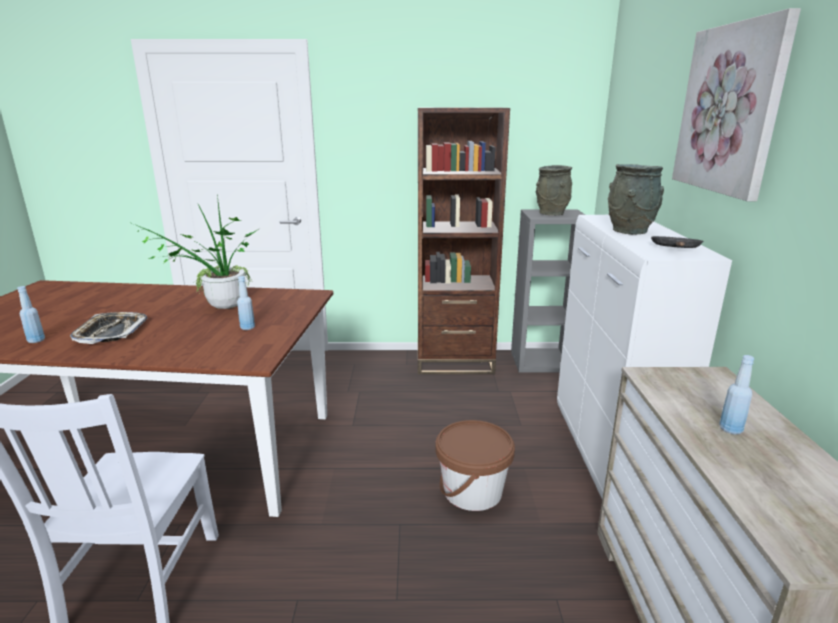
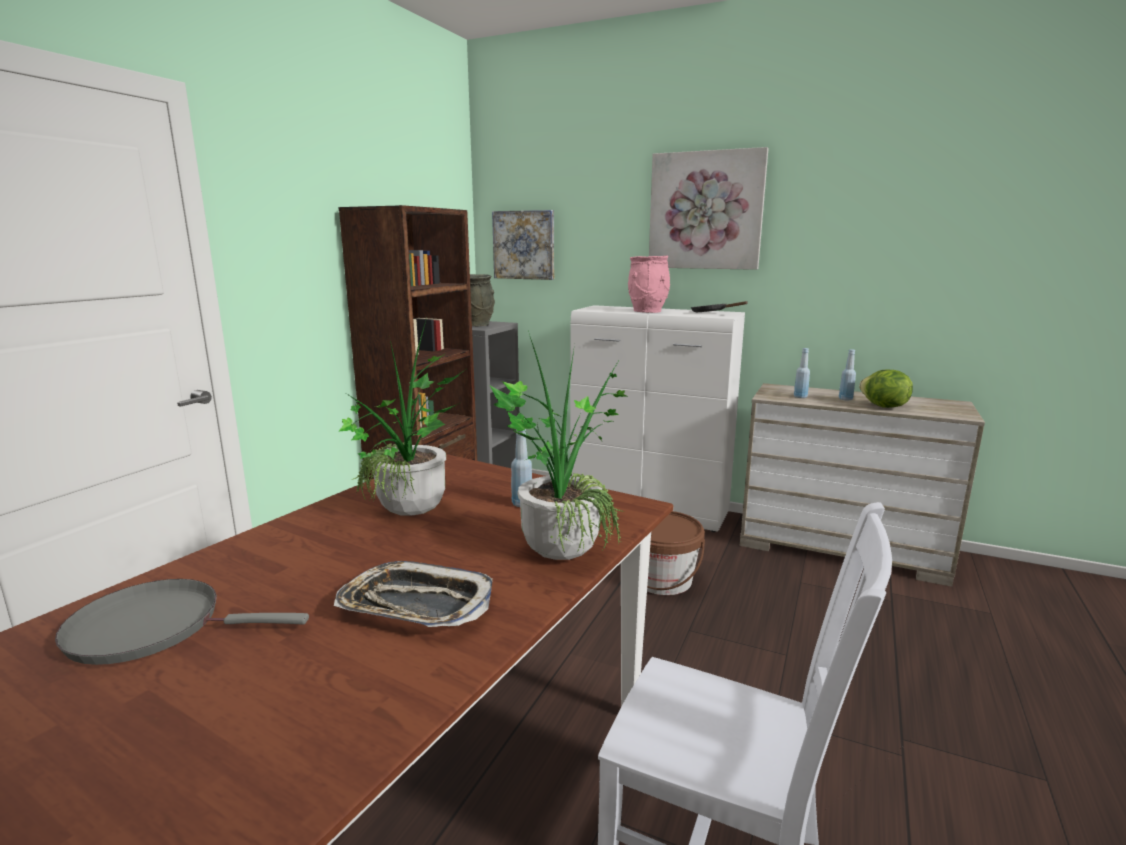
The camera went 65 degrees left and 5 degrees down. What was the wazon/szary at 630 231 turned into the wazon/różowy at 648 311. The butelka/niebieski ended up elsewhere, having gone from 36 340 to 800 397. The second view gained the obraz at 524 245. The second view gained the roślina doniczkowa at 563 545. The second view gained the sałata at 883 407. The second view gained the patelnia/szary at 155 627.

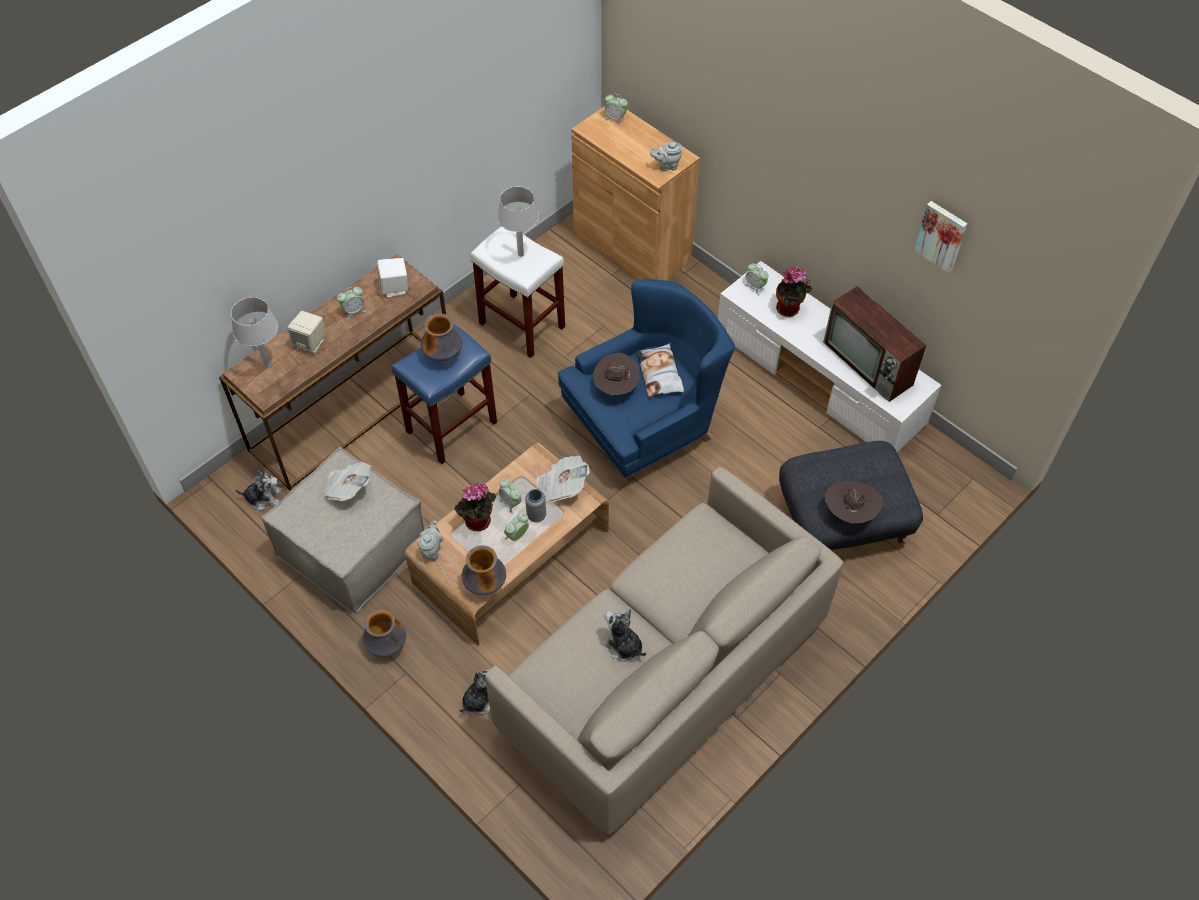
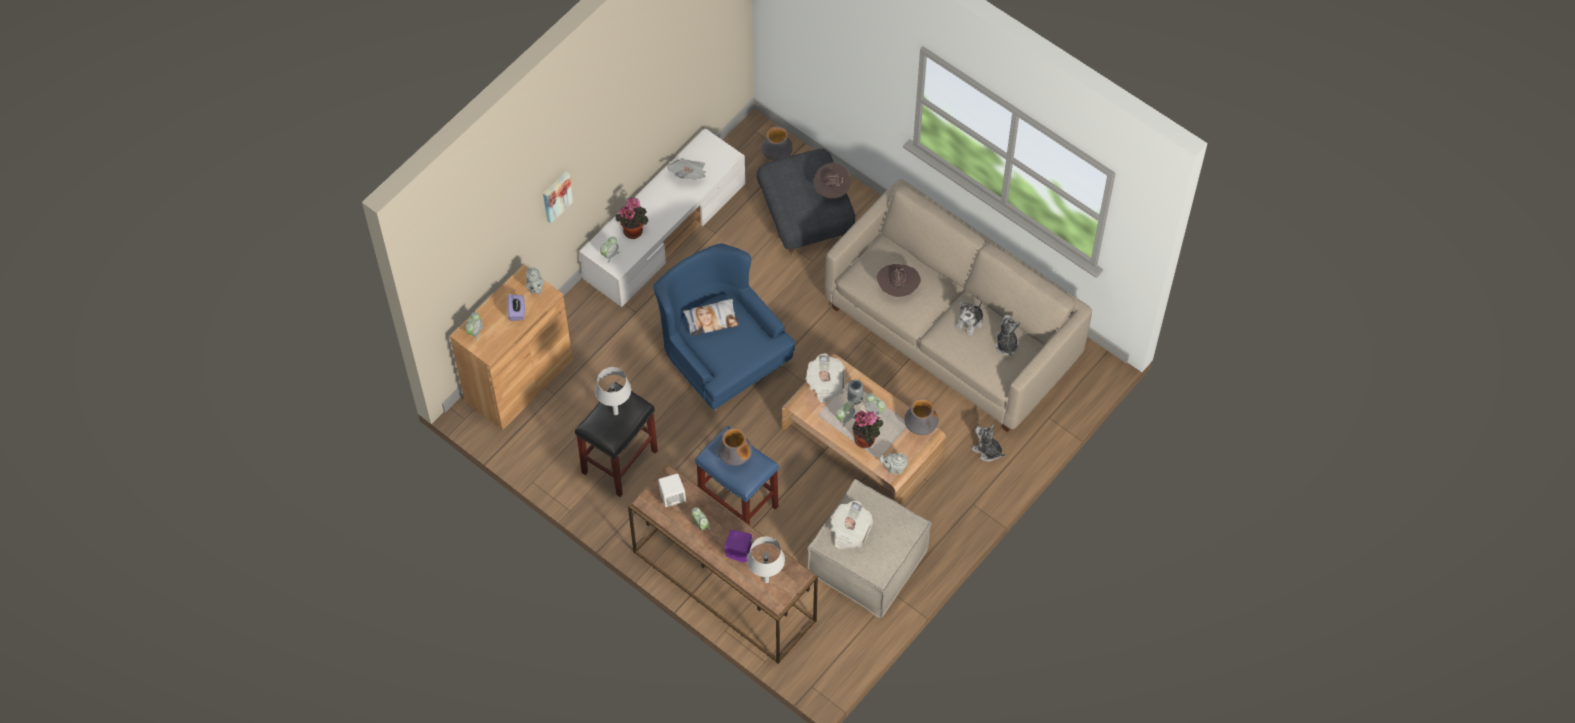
The camera went 95 degrees left and 5 degrees up. The obraz ended up elsewhere, having gone from 941 235 to 556 196. What was the stołek/biały at 523 325 turned into the stołek/czarny at 620 461. Where the telewizor stood at 869 364, the gazeta came to stand at 688 175. What was the głośnik/beżowy at 310 343 turned into the głośnik/fioletowy at 739 552. The kapelusz/brązowy ended up elsewhere, having gone from 615 387 to 897 288. The pluszak ended up elsewhere, having gone from 264 498 to 1006 344. The wazon ended up elsewhere, having gone from 387 645 to 777 155. The second view gained the pudełko chusteczek/fioletowy at 517 312.

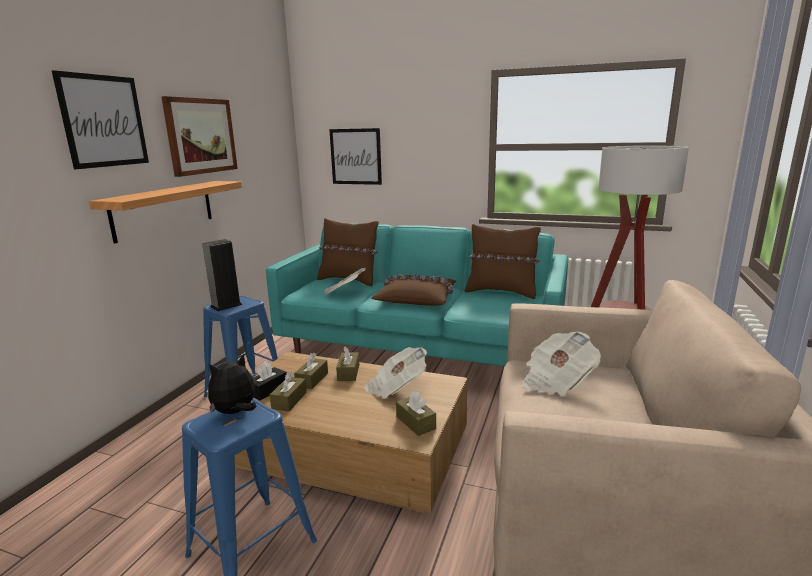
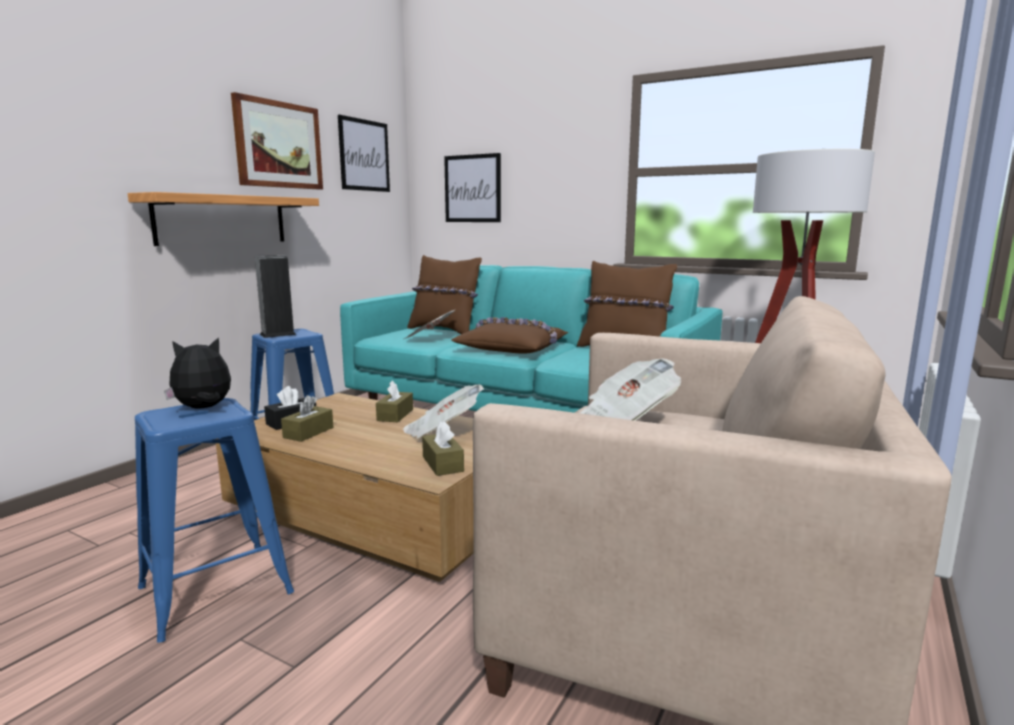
The camera went 10 degrees right and 5 degrees down. The obraz ended up elsewhere, having gone from 104 121 to 364 155. The second view lost the pudełko chusteczek/brązowy at 312 379.

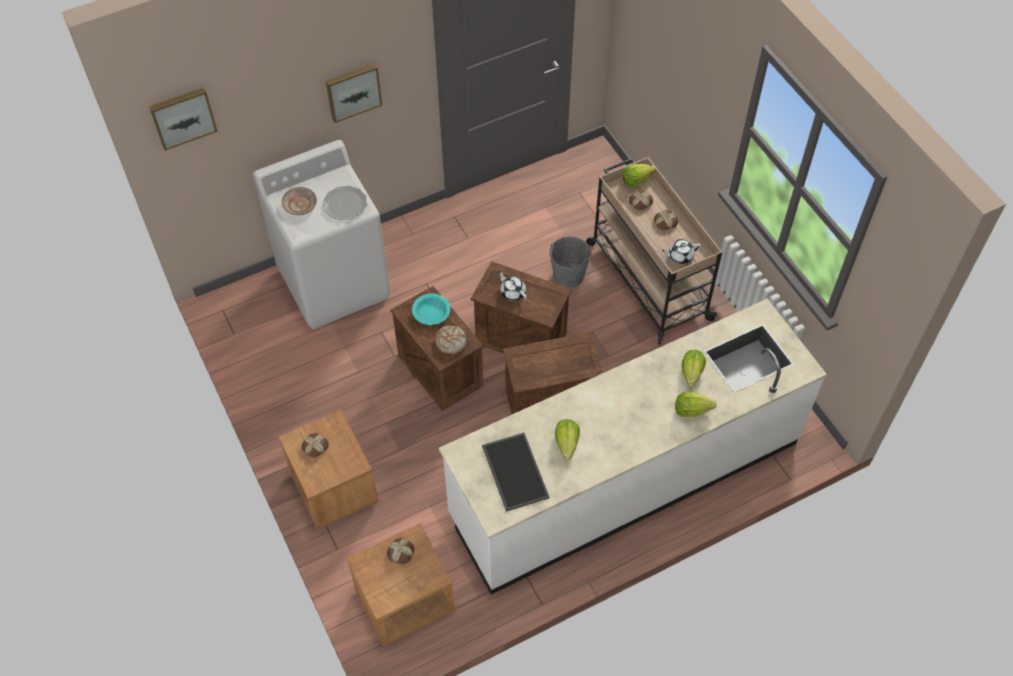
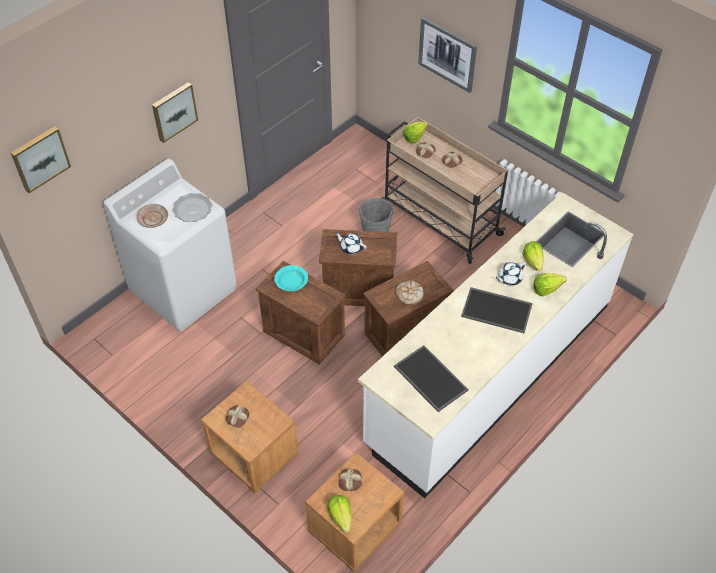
The camera went 20 degrees left and 5 degrees down. The imbryk/biały ended up elsewhere, having gone from 680 256 to 509 278. The chleb ended up elsewhere, having gone from 450 342 to 409 295. The sałata ended up elsewhere, having gone from 567 443 to 341 517. The second view gained the obraz at 447 54. The second view gained the taca at 497 310.

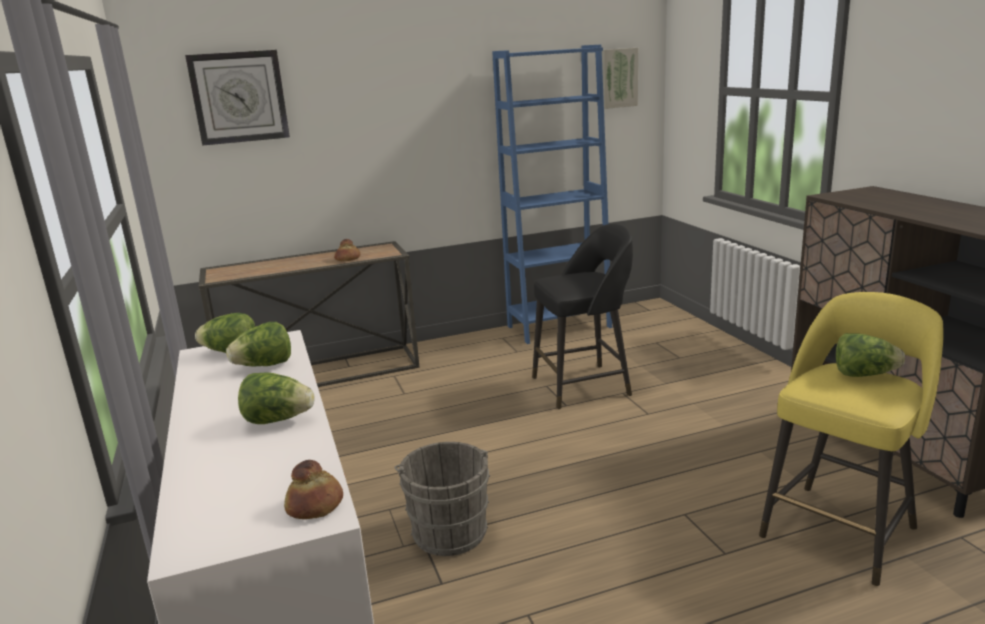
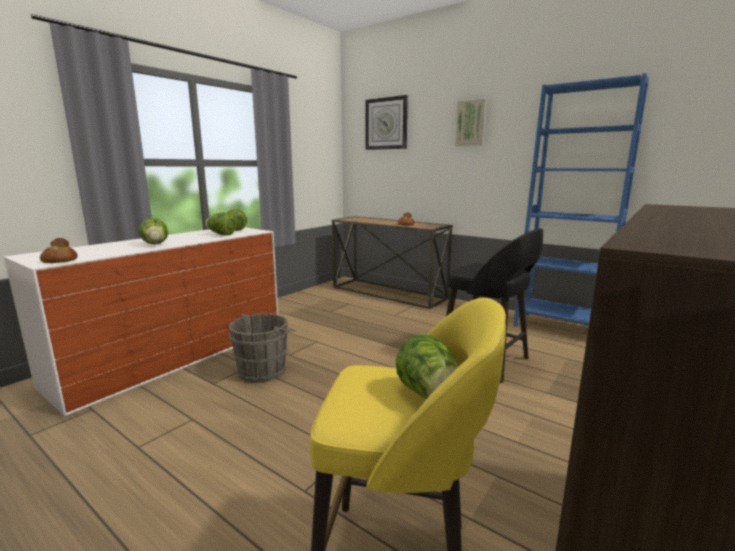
The camera went 55 degrees right and 5 degrees down. The obraz ended up elsewhere, having gone from 618 78 to 471 123.

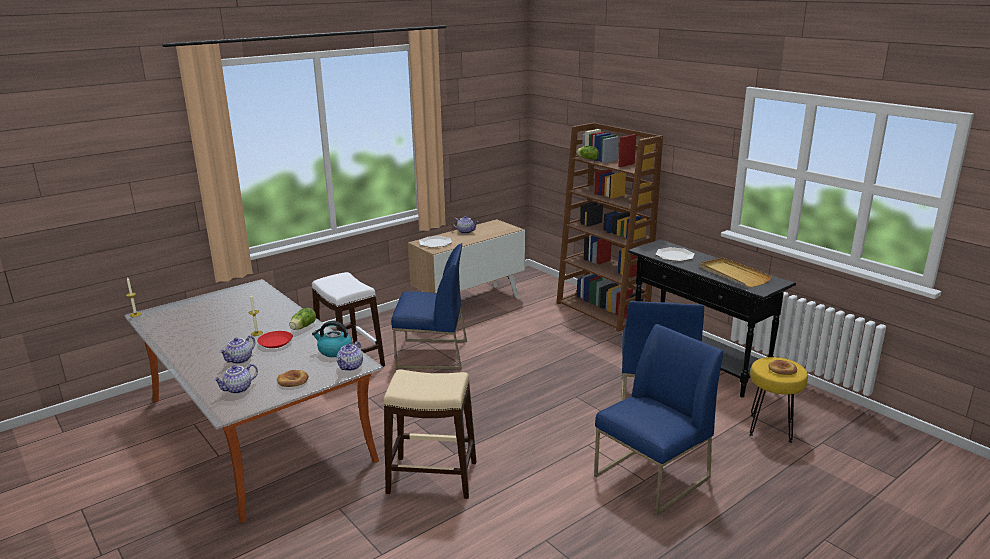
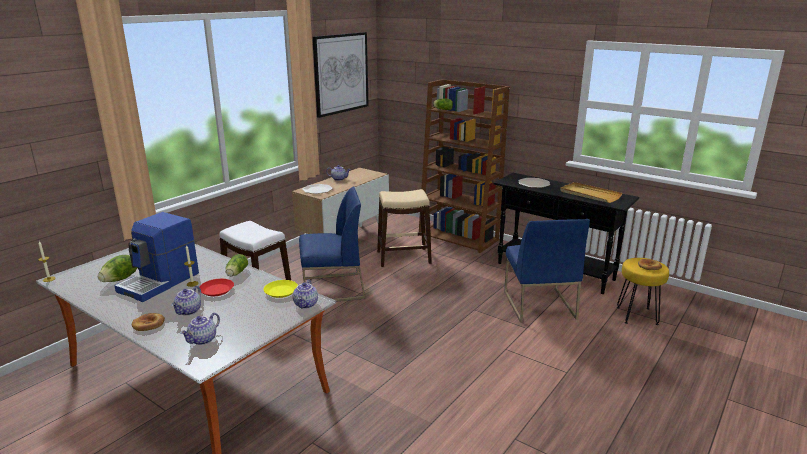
The camera went 15 degrees left and 0 degrees up. Where the czajnik stood at 334 351, the talerz/żółty came to stand at 281 292. The second view lost the krzesło/niebieski at 652 477. The stołek/beżowy ended up elsewhere, having gone from 432 477 to 403 257. The chleb ended up elsewhere, having gone from 293 381 to 149 324. The second view gained the obraz at 341 73. The second view gained the ekspres do kawy at 160 282. The second view gained the sałata at 120 279.

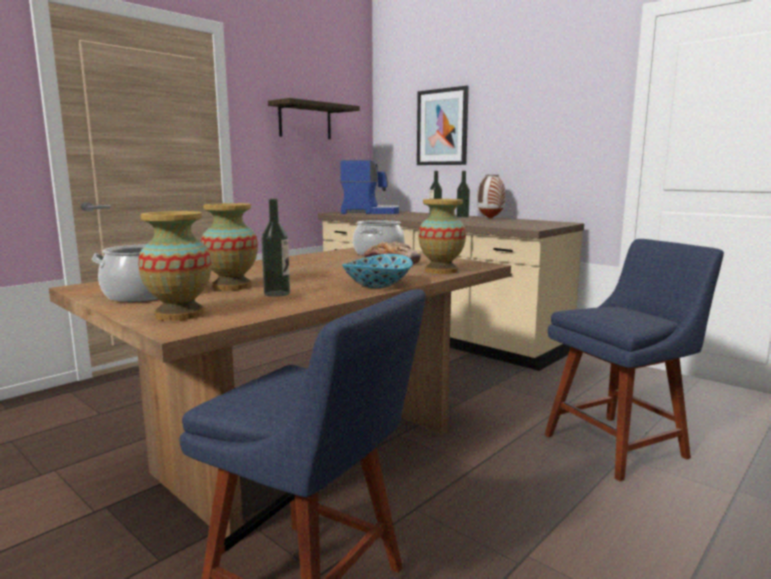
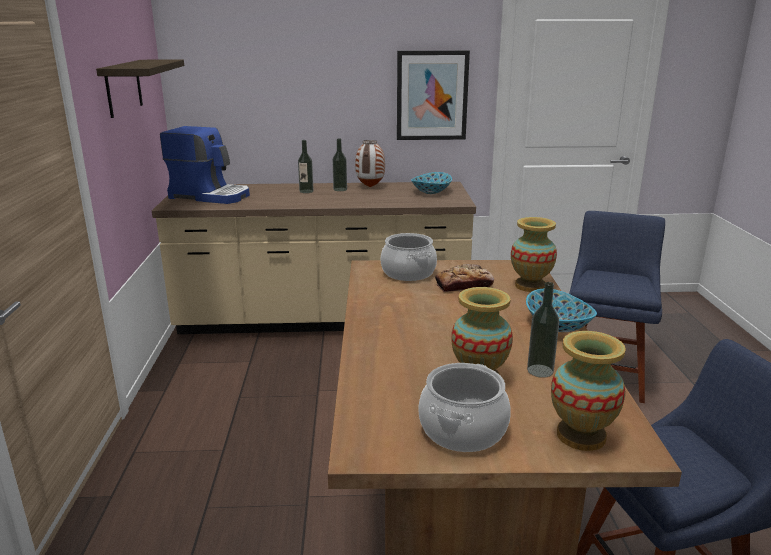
The camera went 45 degrees left and 10 degrees up. The obraz ended up elsewhere, having gone from 442 127 to 432 95. The ekspres do kawy at 369 212 ended up facing another way, 60 degrees clockwise from before. The second view gained the miska at 431 192.

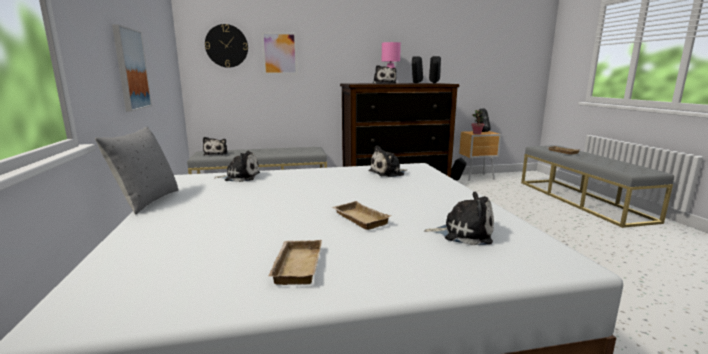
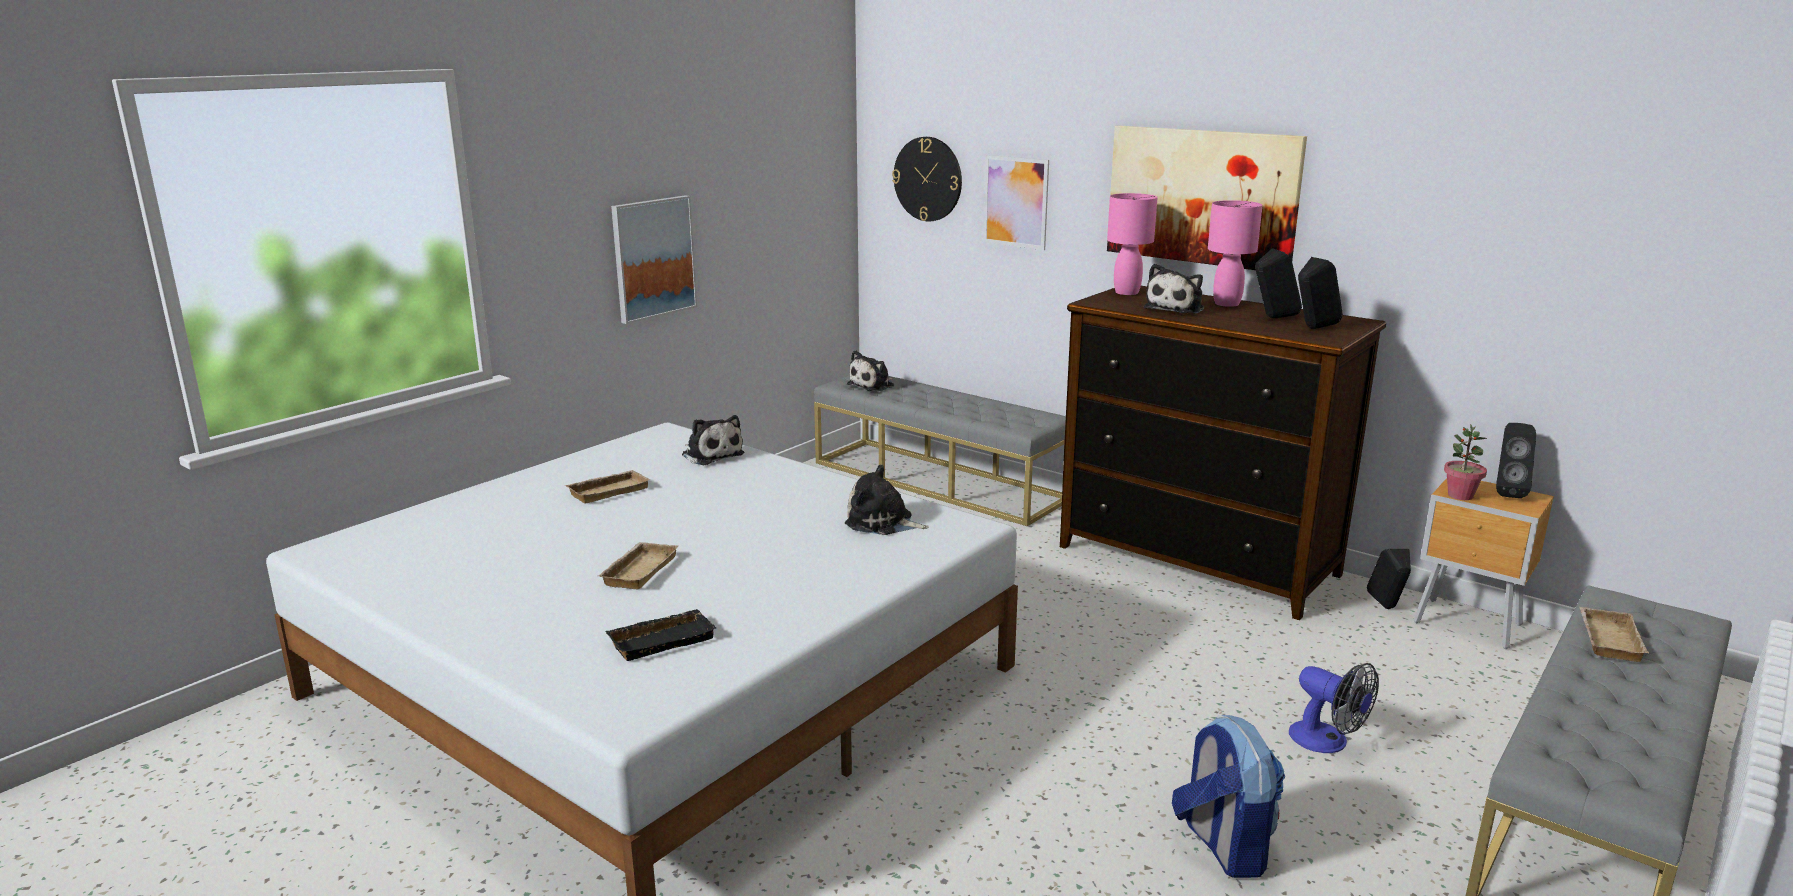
The camera went 50 degrees right and 5 degrees up. The second view lost the poduszka/szary at 147 201. Where the pluszak stood at 464 233, the taca/czarny came to stand at 662 639. The taca/beżowy ended up elsewhere, having gone from 295 265 to 608 490. The second view gained the obraz at 1201 197. The second view gained the lampa stołowa/różowy at 1127 292. The second view gained the wentylator at 1327 742. The second view gained the plecak at 1222 846.

